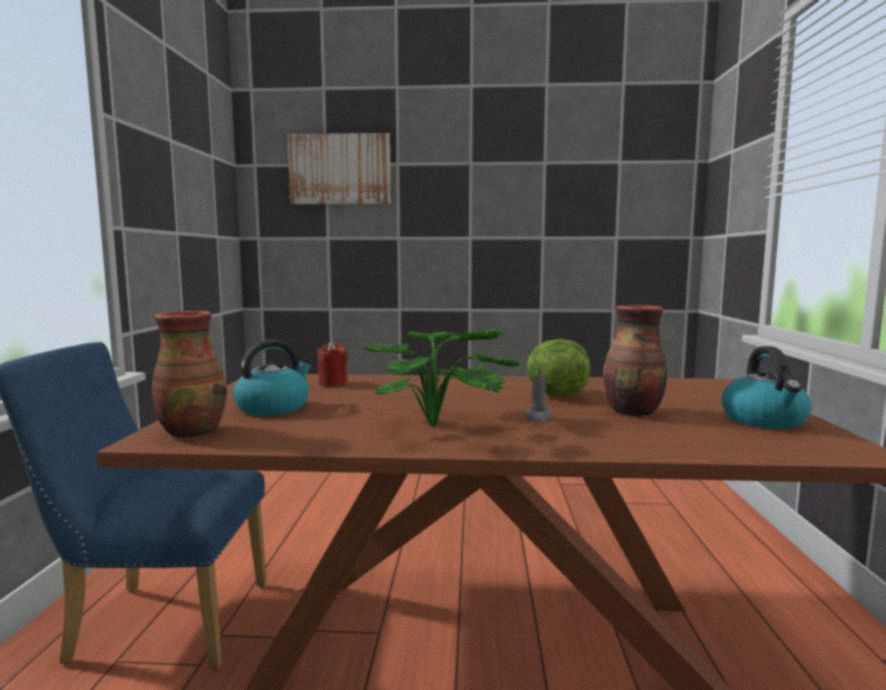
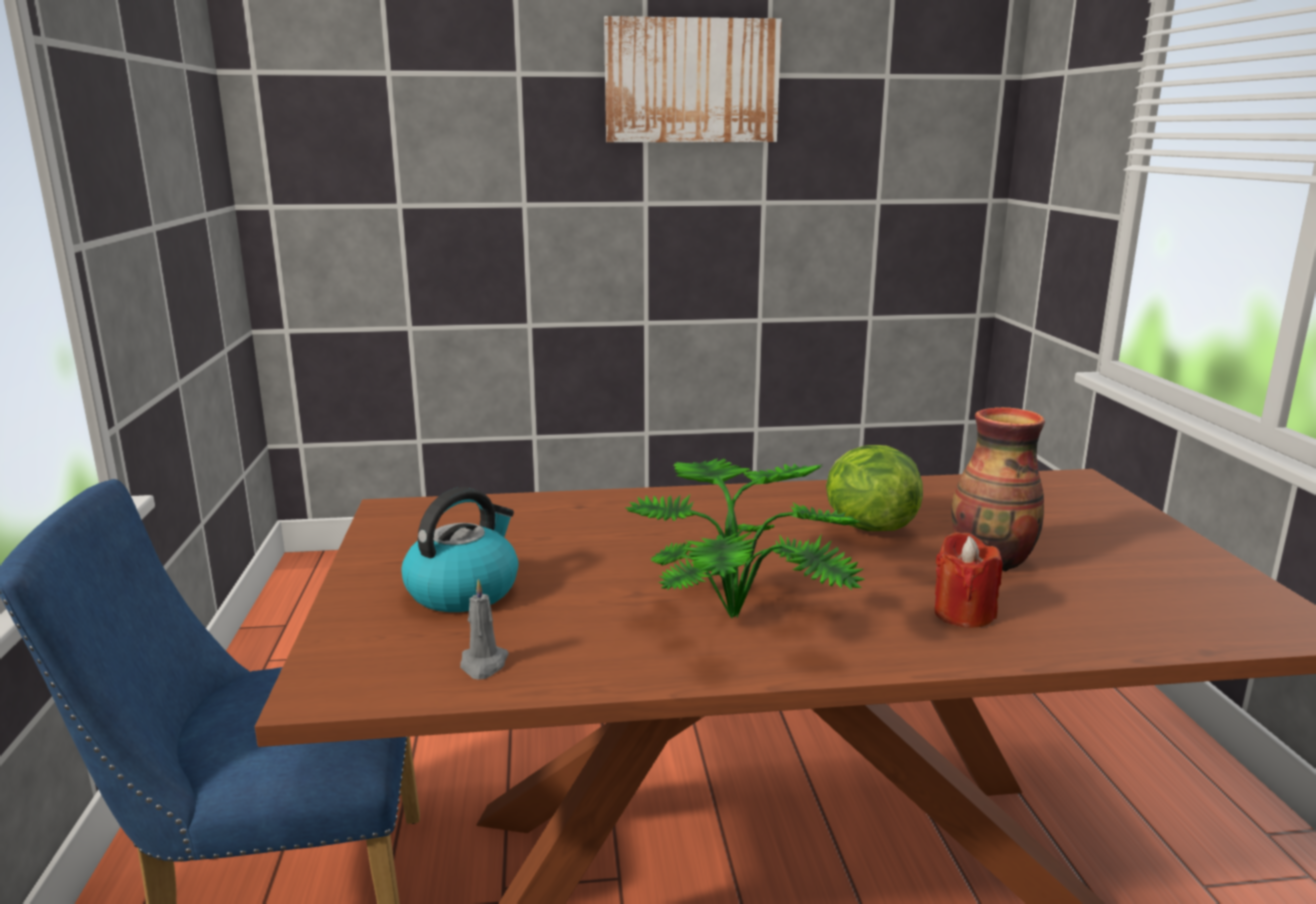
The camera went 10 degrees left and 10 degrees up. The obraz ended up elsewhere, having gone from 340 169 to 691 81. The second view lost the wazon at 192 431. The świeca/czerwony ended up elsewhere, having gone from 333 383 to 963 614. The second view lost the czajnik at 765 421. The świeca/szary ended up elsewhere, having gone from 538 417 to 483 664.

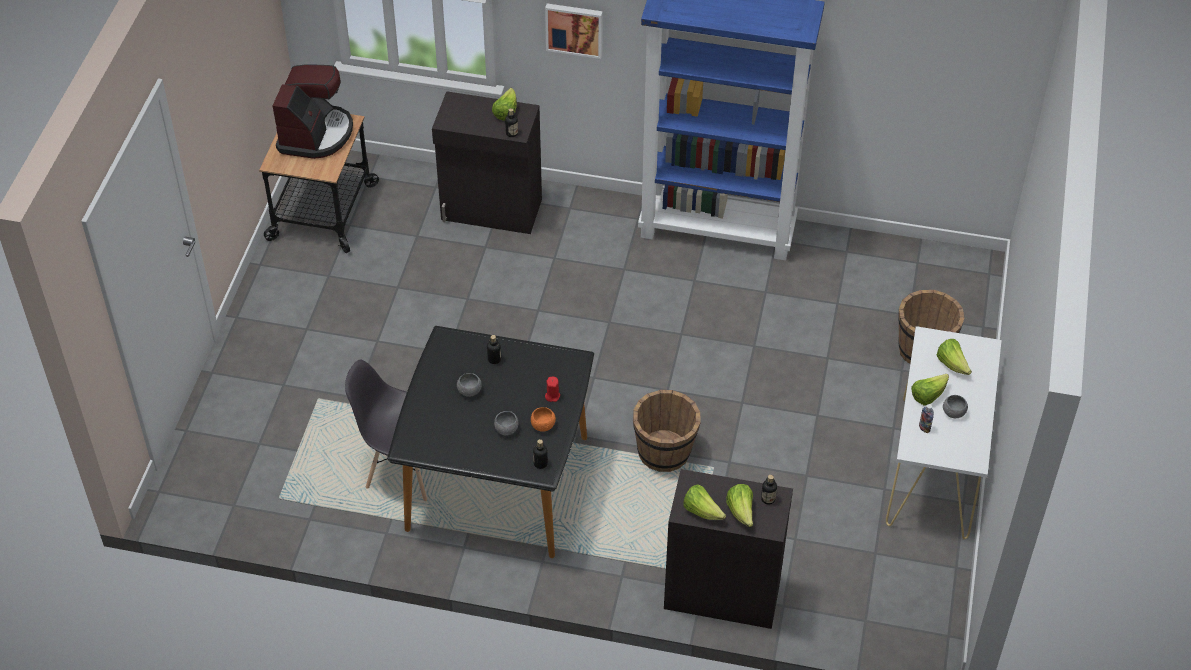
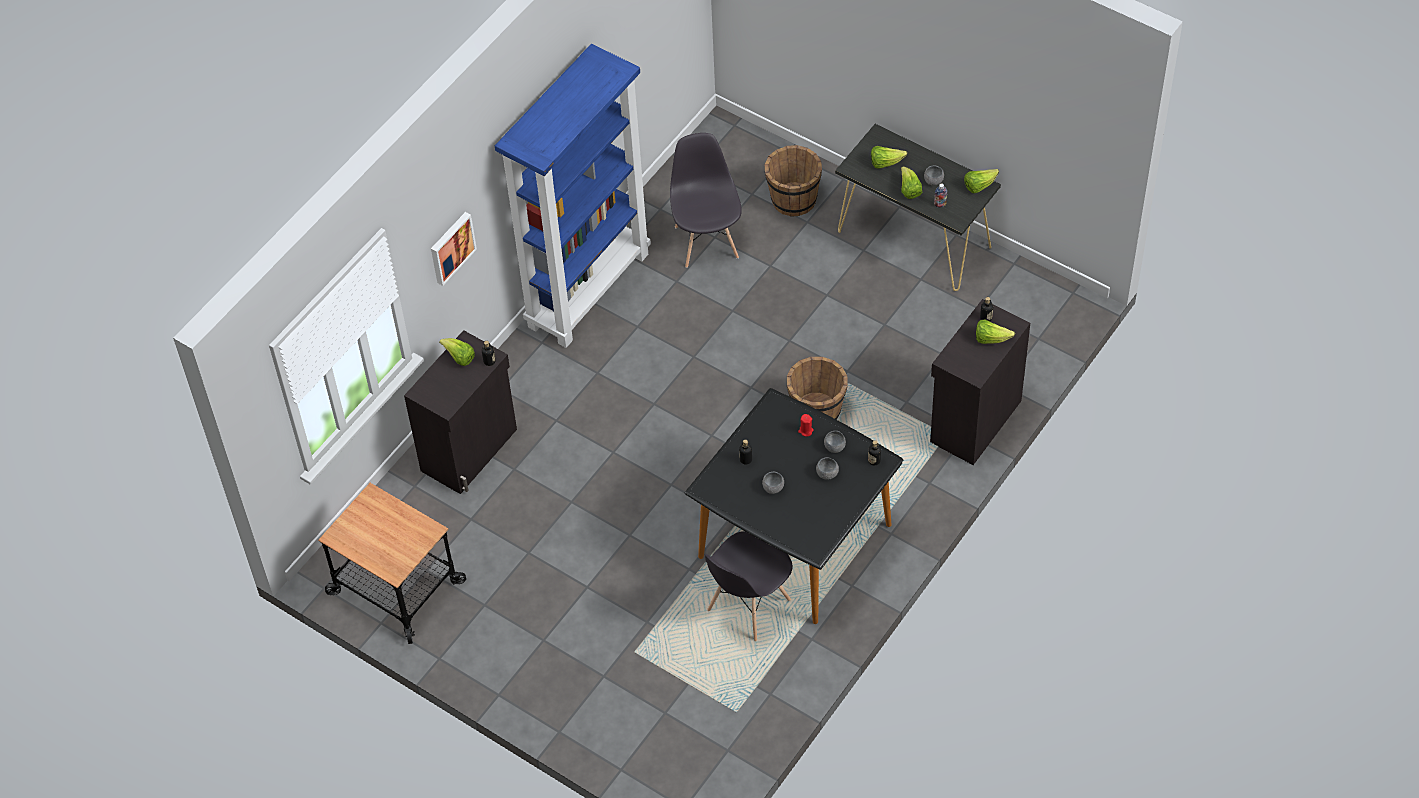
The camera went 65 degrees left and 5 degrees up. The second view lost the ekspres do kawy at 315 134. What was the stolik konsolowy/biały at 934 468 turned into the stolik konsolowy/czarny at 915 239. What was the miska/pomarańczowy at 543 425 turned into the miska/szary at 834 447. The sałata ended up elsewhere, having gone from 702 511 to 979 186. The second view gained the krzesło/szary at 706 241.

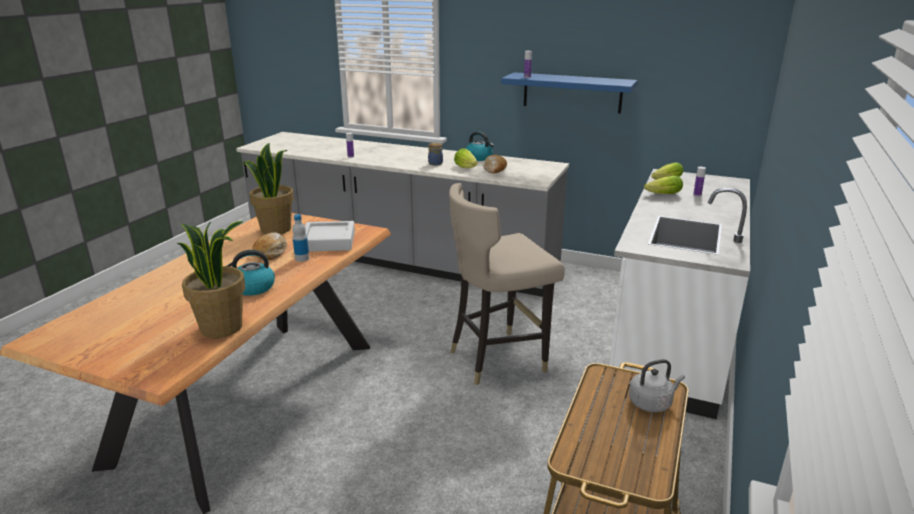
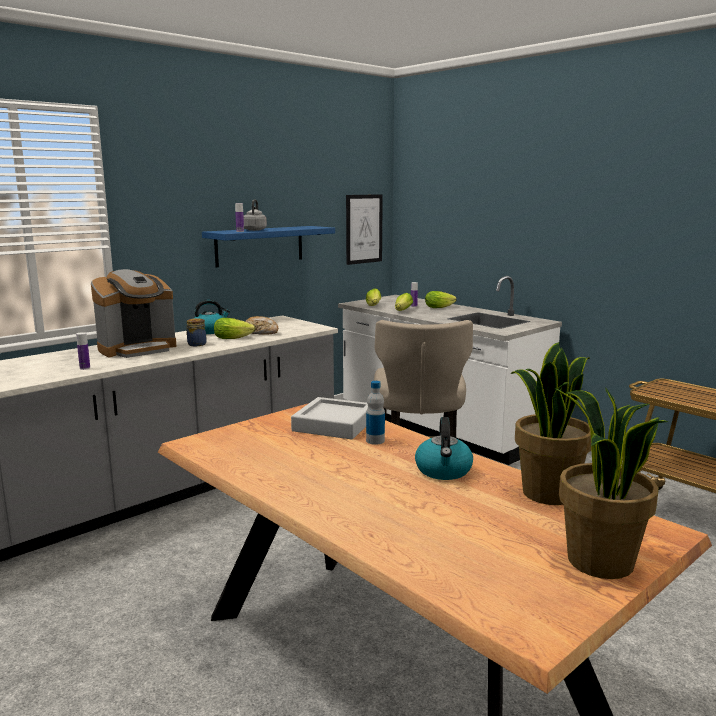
The camera went 65 degrees left and 10 degrees down. The roślina doniczkowa ended up elsewhere, having gone from 275 229 to 599 562. The second view lost the chleb at 271 252. The czajnik/szary ended up elsewhere, having gone from 652 403 to 255 230. The second view gained the obraz at 364 229. The second view gained the ekspres do kawy at 137 349. The second view gained the sałata at 441 307.

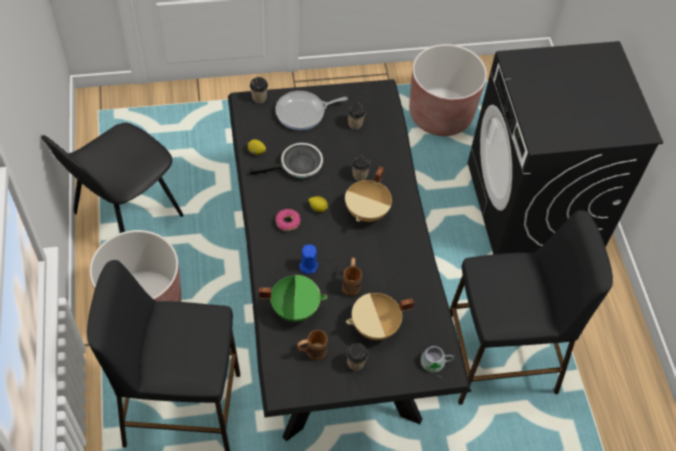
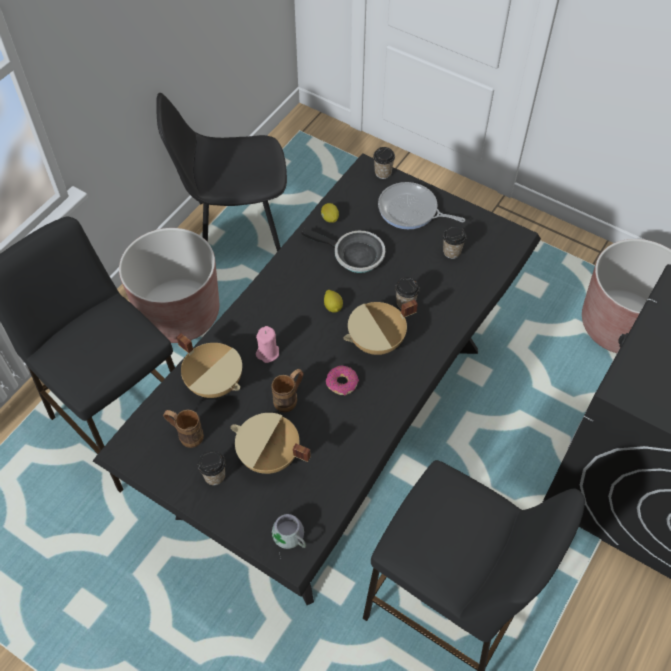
The camera went 45 degrees right and 0 degrees up. The donut ended up elsewhere, having gone from 288 222 to 342 383. What was the świeca/niebieski at 308 266 turned into the świeca/różowy at 268 353. What was the garnek/zielony at 294 308 turned into the garnek/beżowy at 215 382.

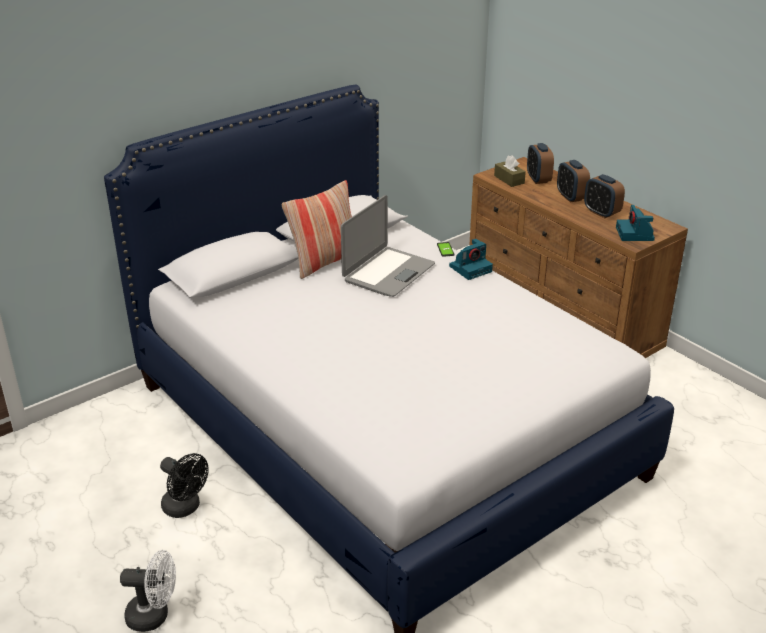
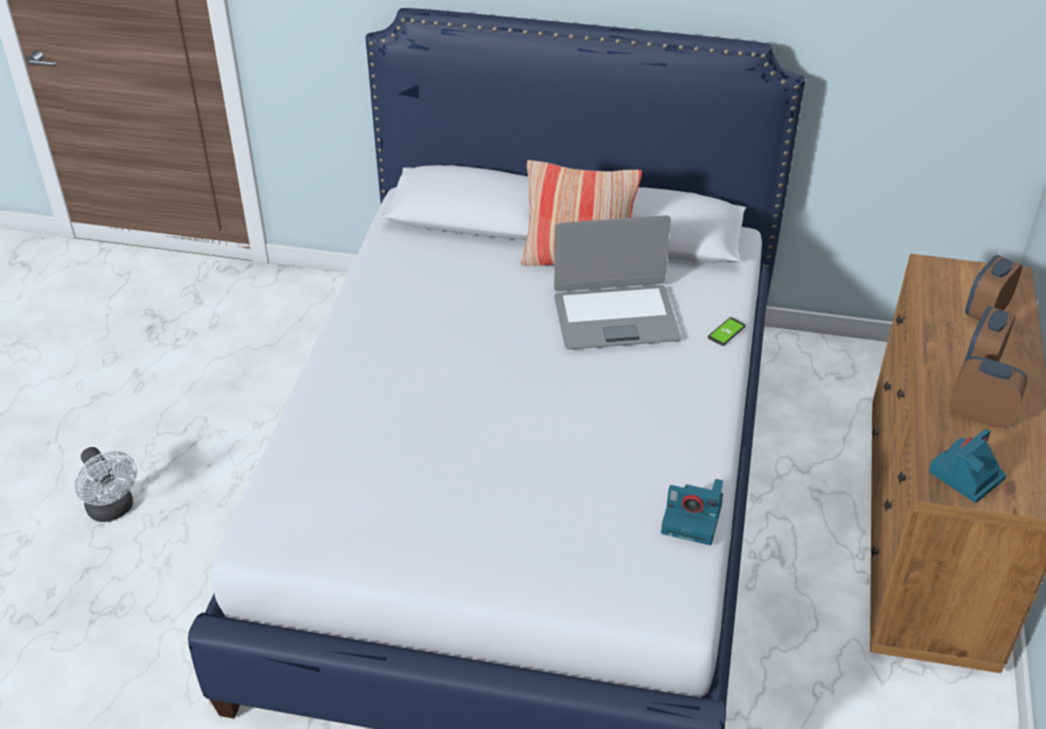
The camera went 50 degrees right and 10 degrees up. The second view lost the pudełko chusteczek/brązowy at 509 179. The budzik at 601 212 ended up facing another way, 105 degrees clockwise from before. The aparat fotograficzny ended up elsewhere, having gone from 471 268 to 693 519. The second view lost the wentylator/czarny at 185 508.

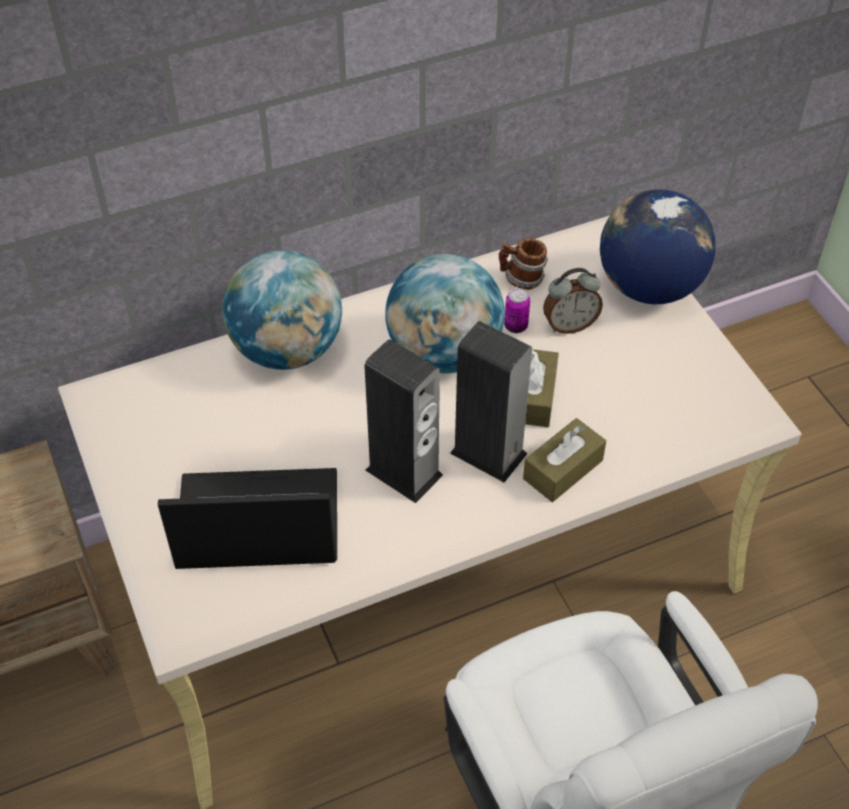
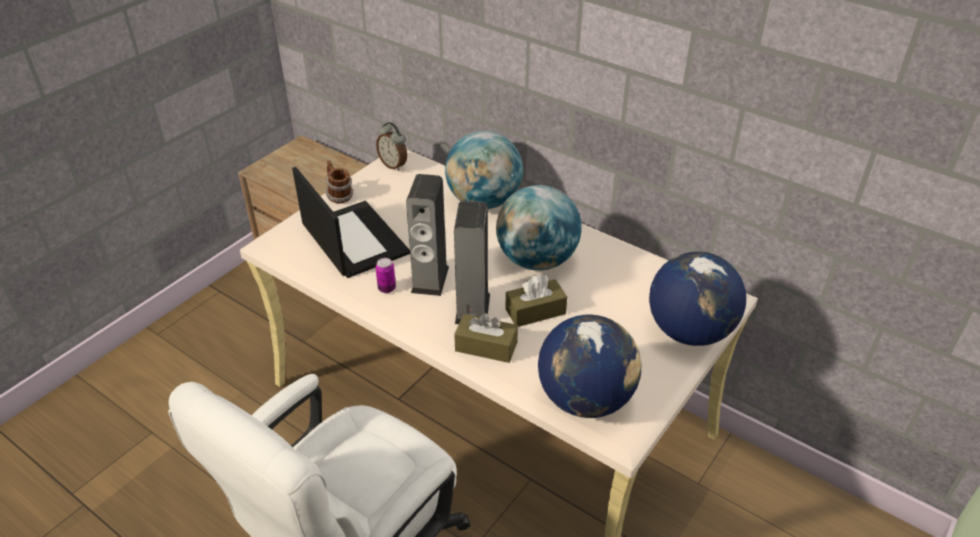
The camera went 60 degrees right and 10 degrees down. The kubek ended up elsewhere, having gone from 521 279 to 339 196. The budzik ended up elsewhere, having gone from 569 325 to 394 165. The puszka ended up elsewhere, having gone from 515 326 to 387 288. The second view gained the globus at 586 399.

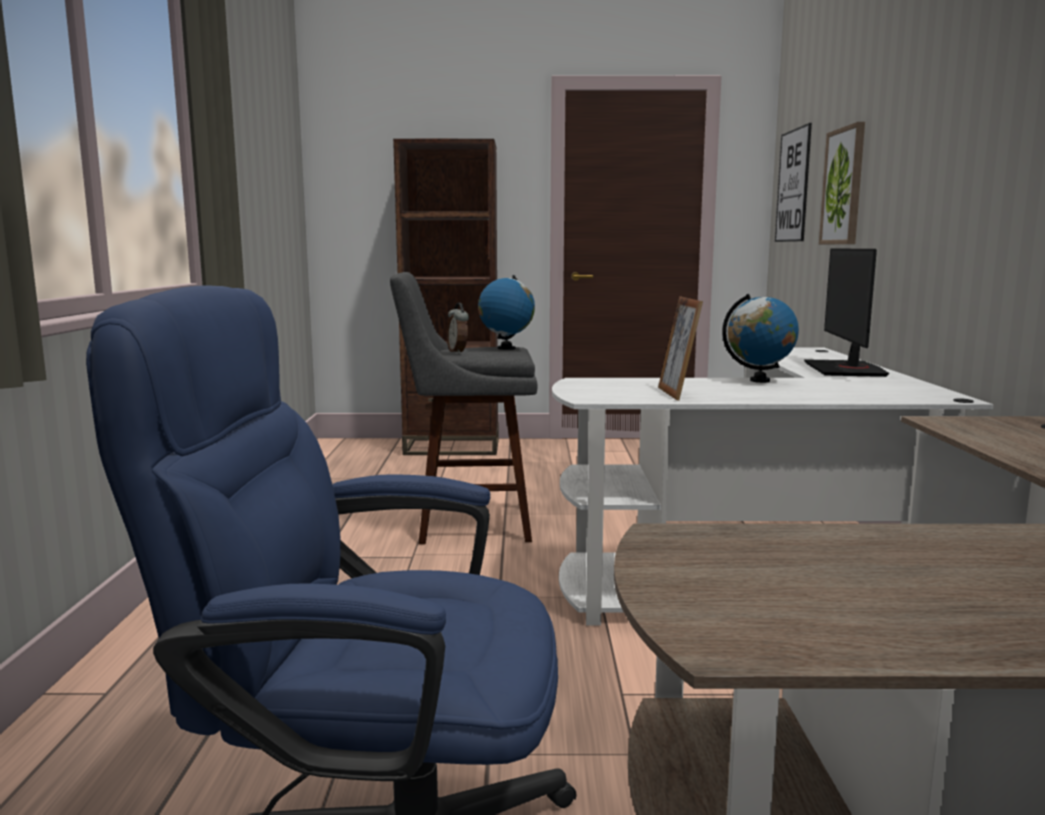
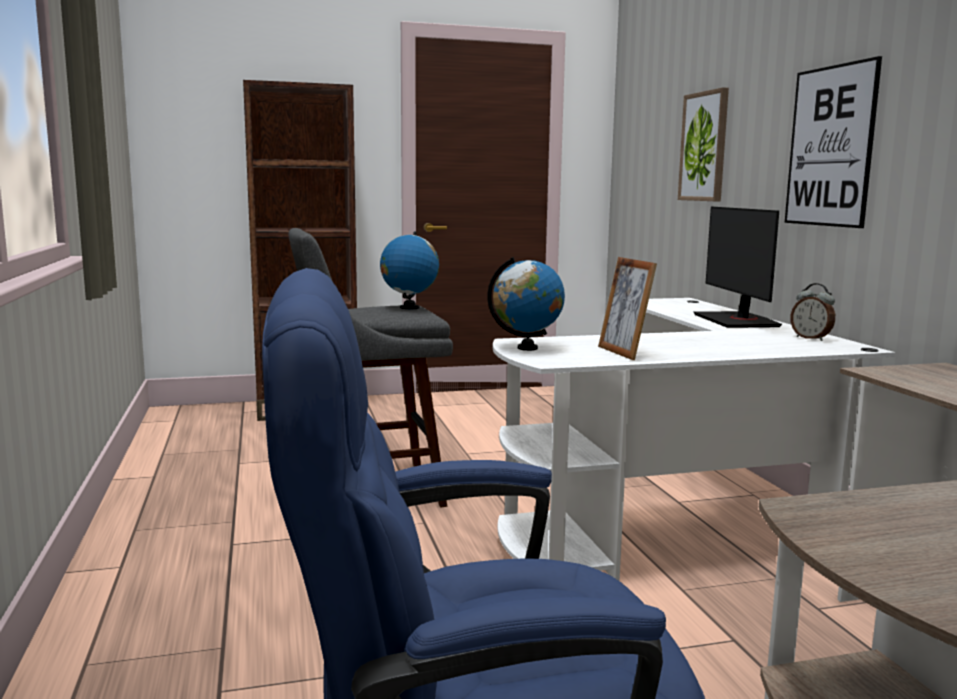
The camera went 15 degrees left and 0 degrees up. The obraz ended up elsewhere, having gone from 793 186 to 830 146. The globus ended up elsewhere, having gone from 759 380 to 527 348. The budzik ended up elsewhere, having gone from 458 352 to 811 338.

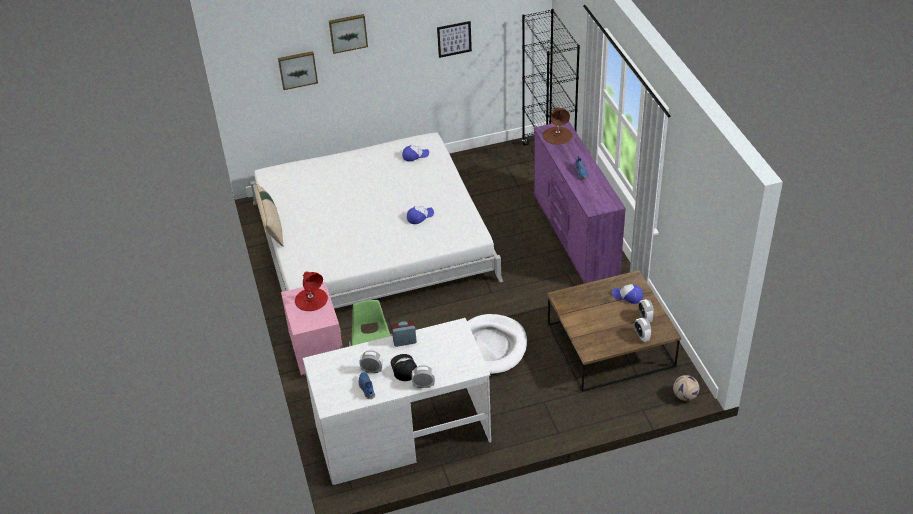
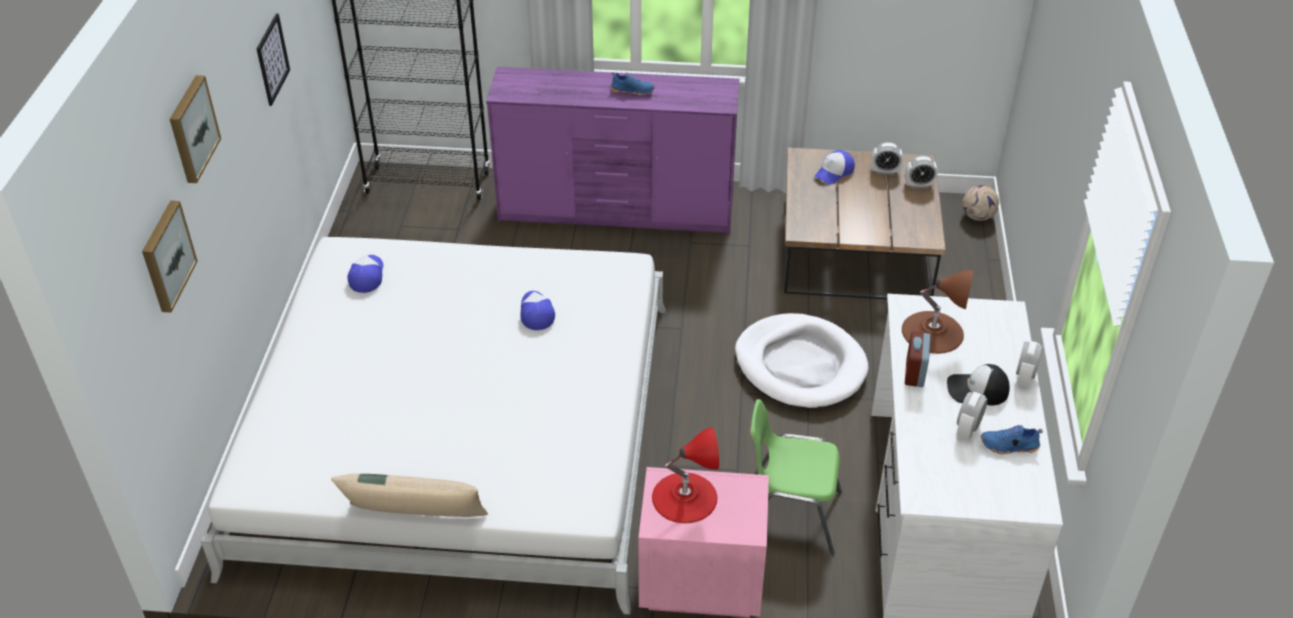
The camera went 70 degrees left and 0 degrees up. The lampa stołowa/brązowy ended up elsewhere, having gone from 557 135 to 932 332.

